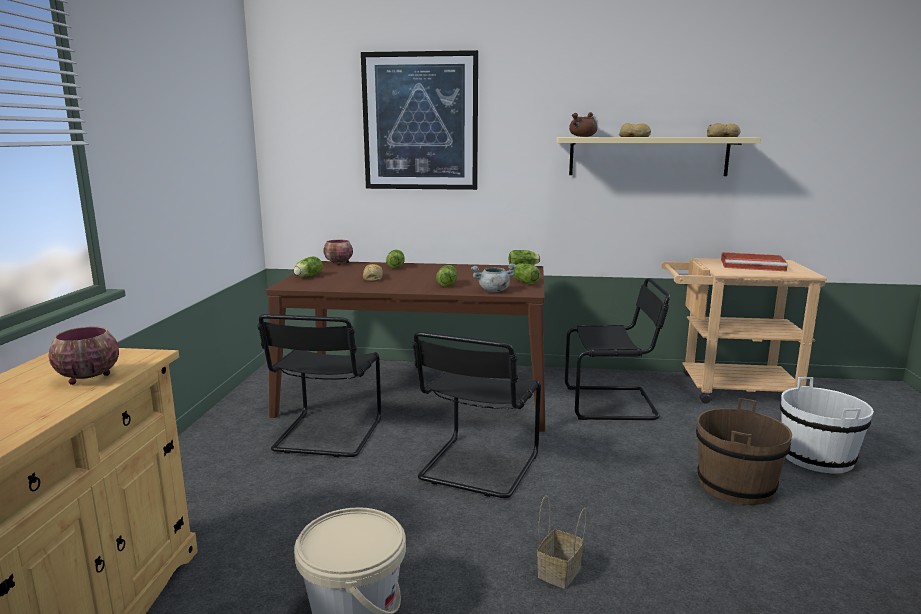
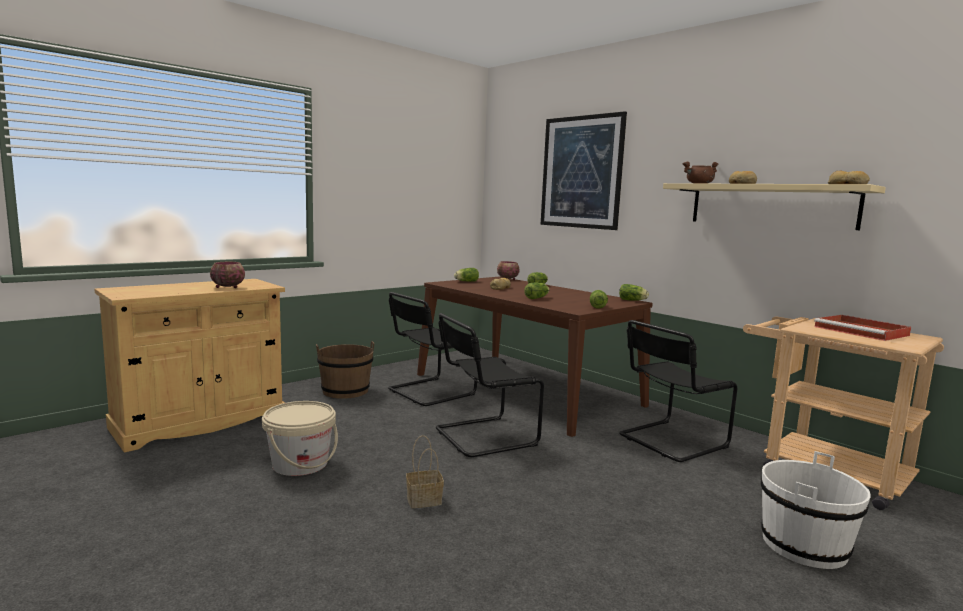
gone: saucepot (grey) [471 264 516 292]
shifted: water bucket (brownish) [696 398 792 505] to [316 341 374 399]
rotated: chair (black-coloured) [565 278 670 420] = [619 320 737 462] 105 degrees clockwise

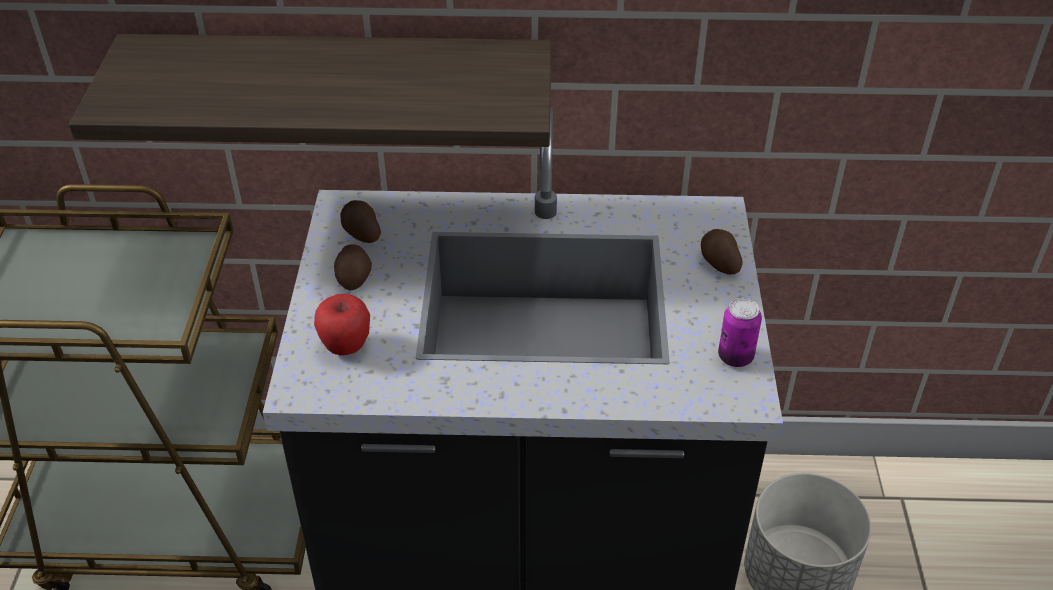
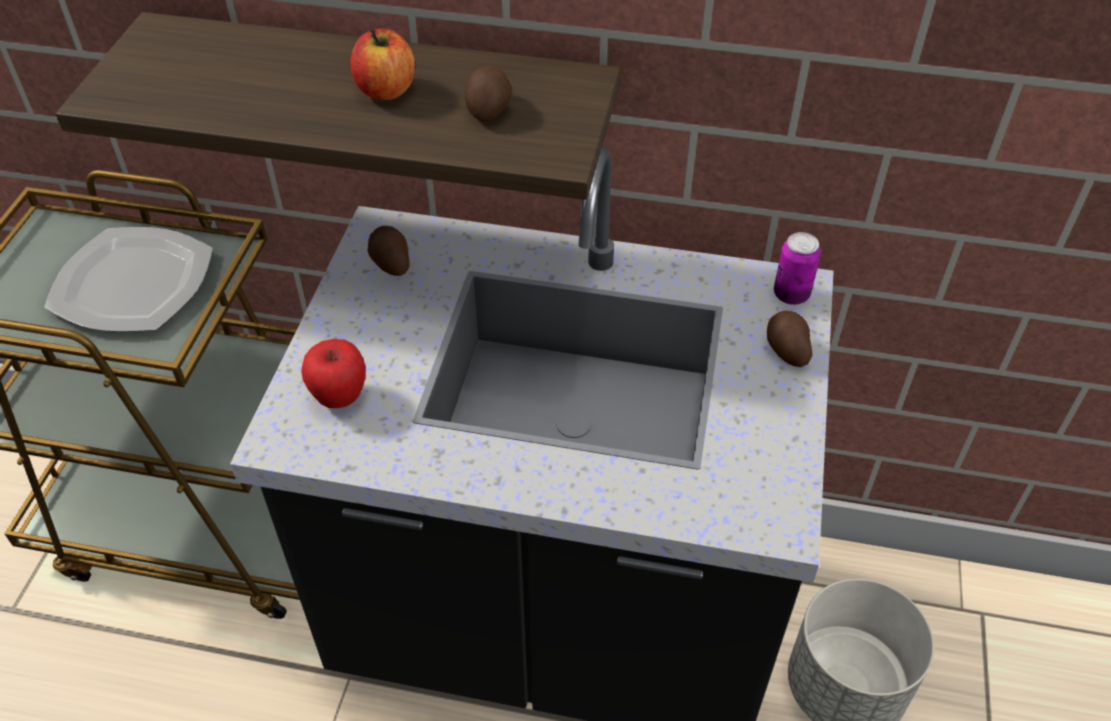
new: dinner plate [44 227 213 332]; apple fruit [350 28 415 100]
shifted: potato [334 244 372 291] to [465 66 512 121]; metal can [718 298 762 367] to [774 232 821 305]

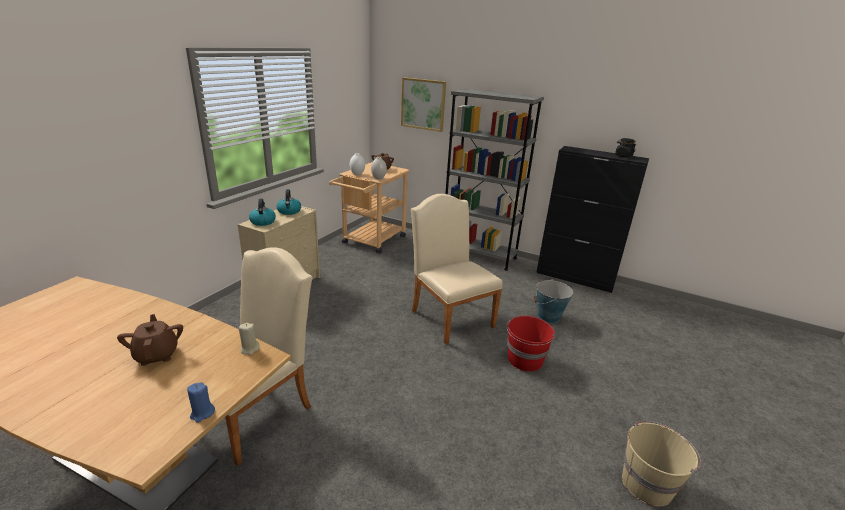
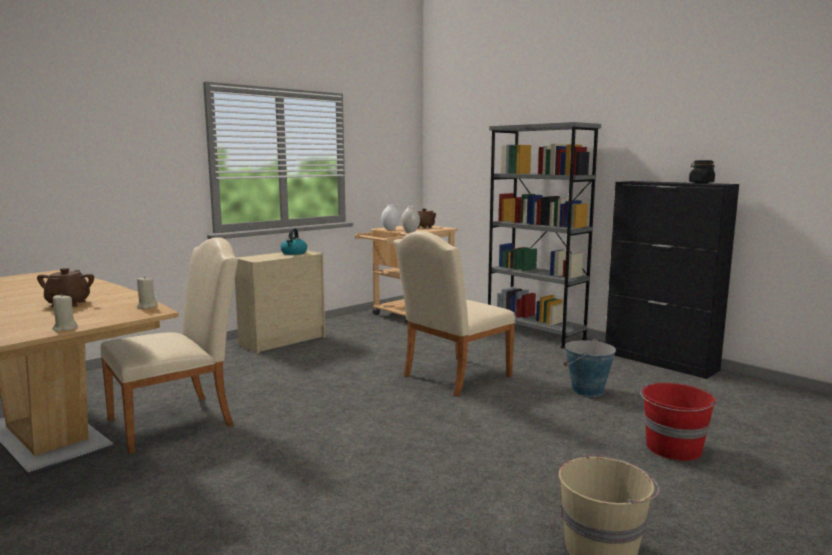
gone: kettle [249 199 276 226]; picture [401 78 446 132]
shifted: water bucket (reddish) [506 316 555 372] to [640 383 716 461]
repainted: wax light (blue) [187 382 215 423] to wax light (beige) [53 294 78 332]
rotated: chair (beige) [411 194 503 345] = [394 231 515 397] 120 degrees counterclockwise

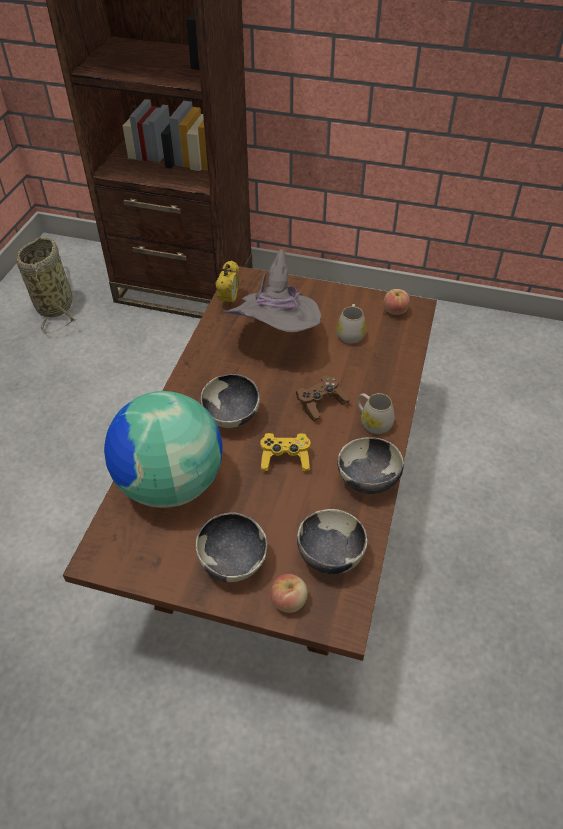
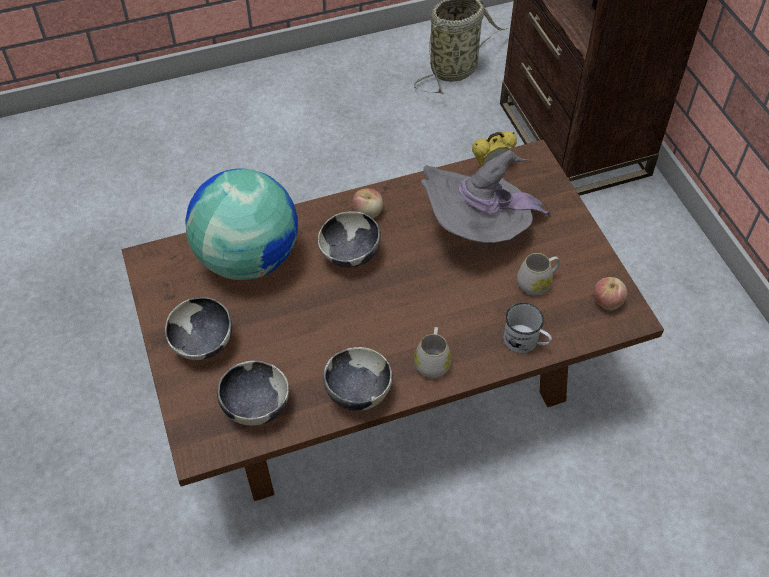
gone: joypad (yellow) [260 433 311 471]; joypad (brownish) [296 375 350 421]
new: tea mug (white) [504 303 552 353]
shifted: apple fruit [270 574 308 613] to [352 188 383 218]

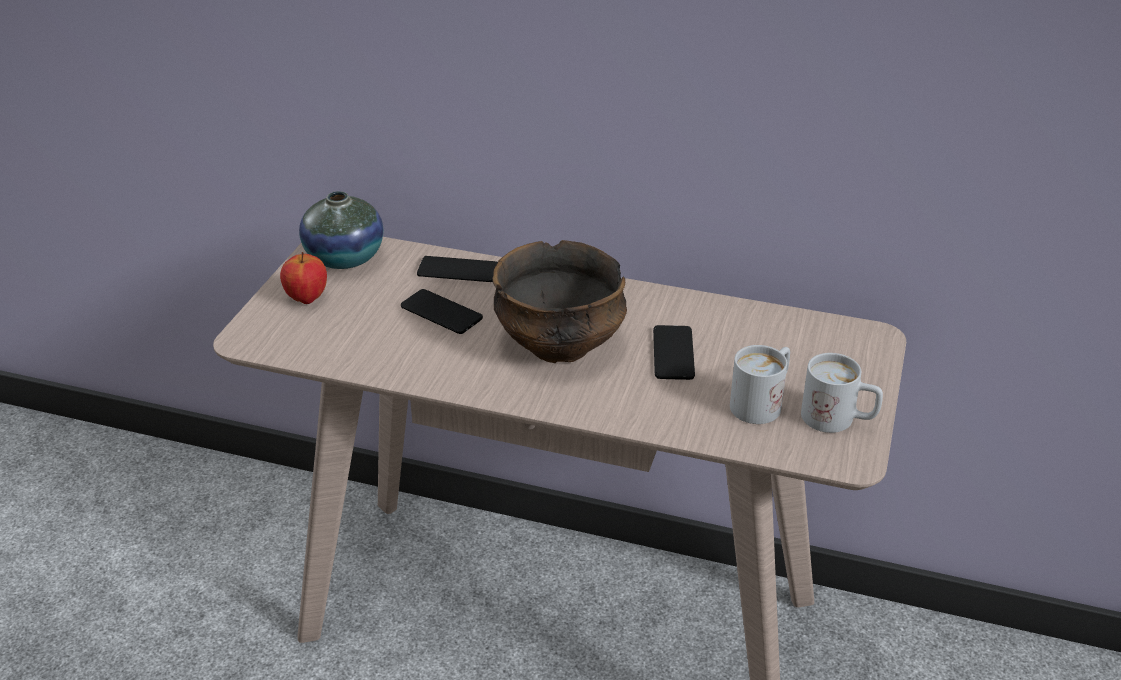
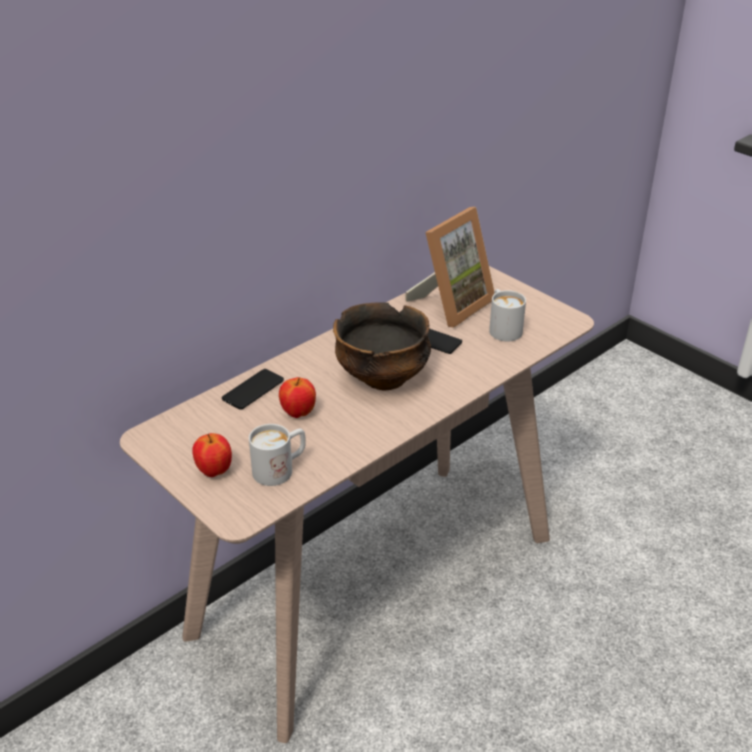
gone: flower vase [299 191 383 269]
new: picture frame [405 207 494 327]
shifted: tea mug (white) [801 353 883 433] to [249 424 306 486]
swapped: handset [401 289 483 334] to apple fruit [279 377 316 418]

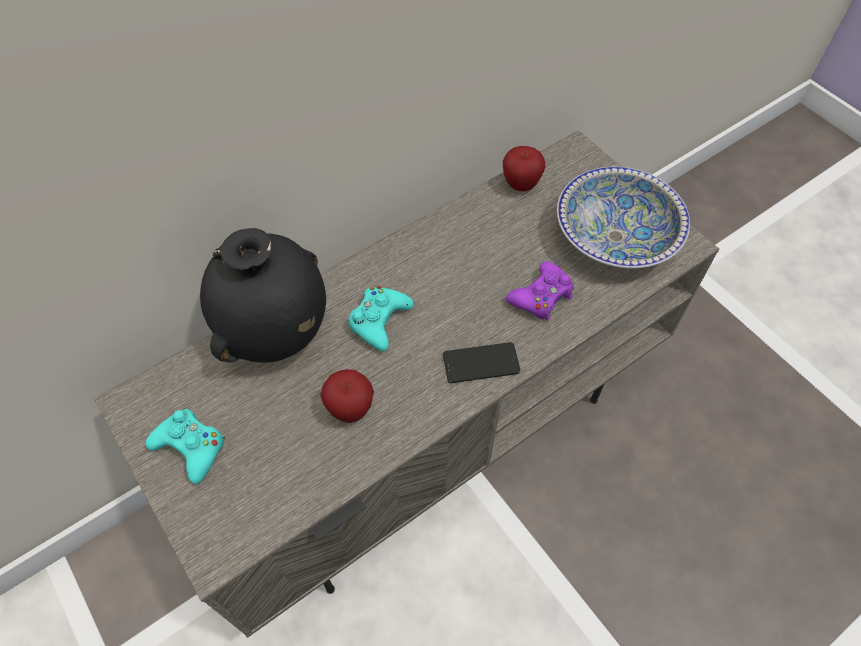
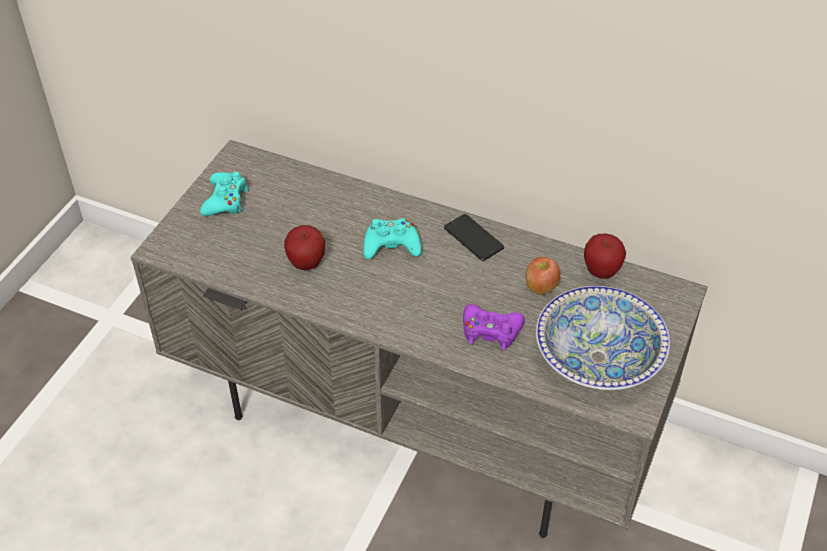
gone: flower vase (black-coloured) [200 228 326 363]
new: apple fruit [526 257 560 295]
shifted: handset [443 342 520 383] to [444 214 504 261]

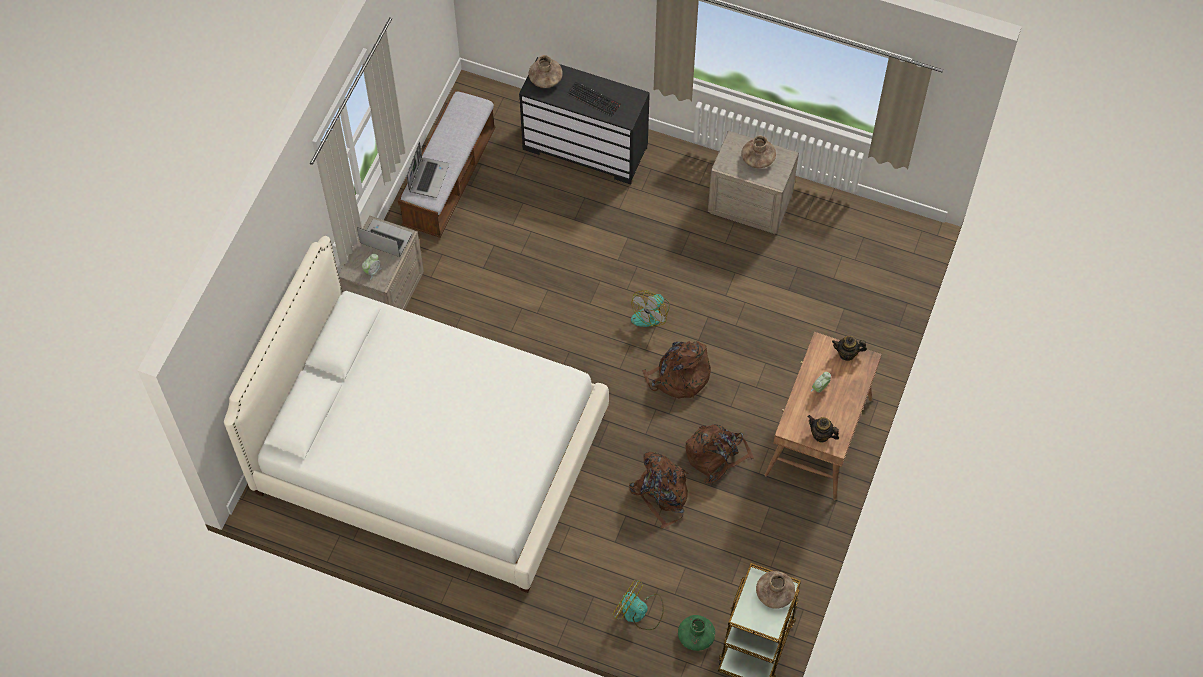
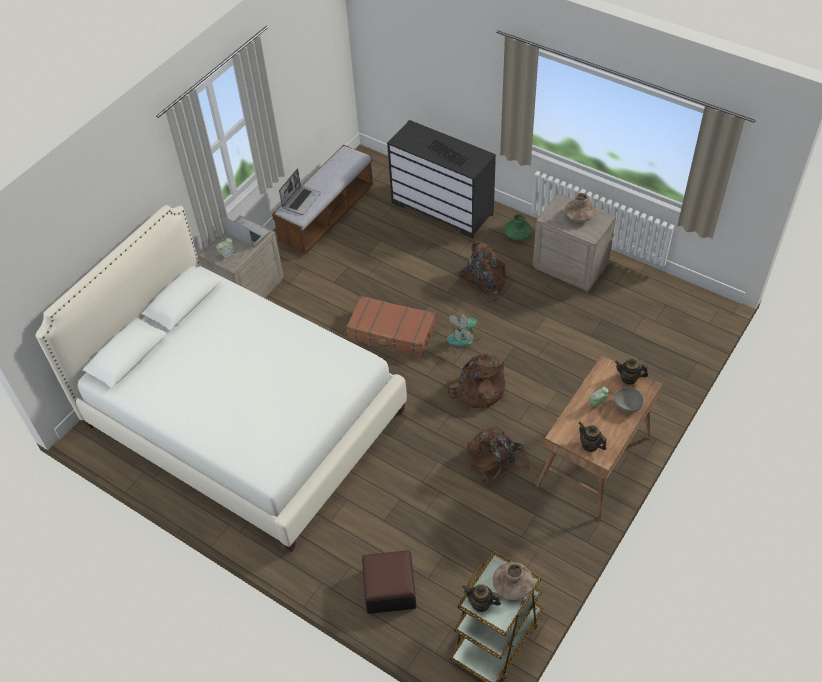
gone: flower vase (brownish) [529 55 563 88]
new: suitcase (brownish) [346 296 436 357]; tea pot [462 584 501 612]; serving bowl (grey) [614 387 644 413]
shifted: knapsack (brownish) [629 452 689 529] to [459 241 508 305]; flower vase (greenish) [678 615 715 651] to [504 214 532 241]
swapped: electric fan [613 580 664 630] to pouffe [362 550 416 614]

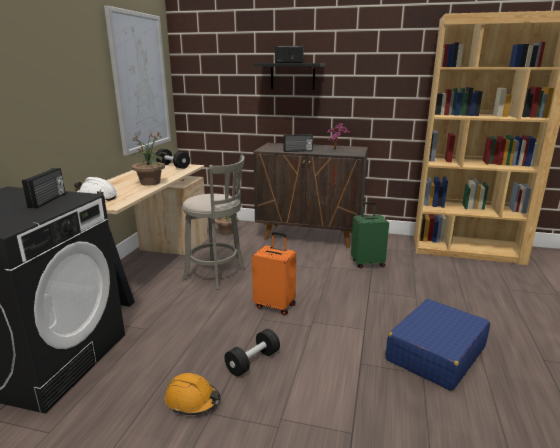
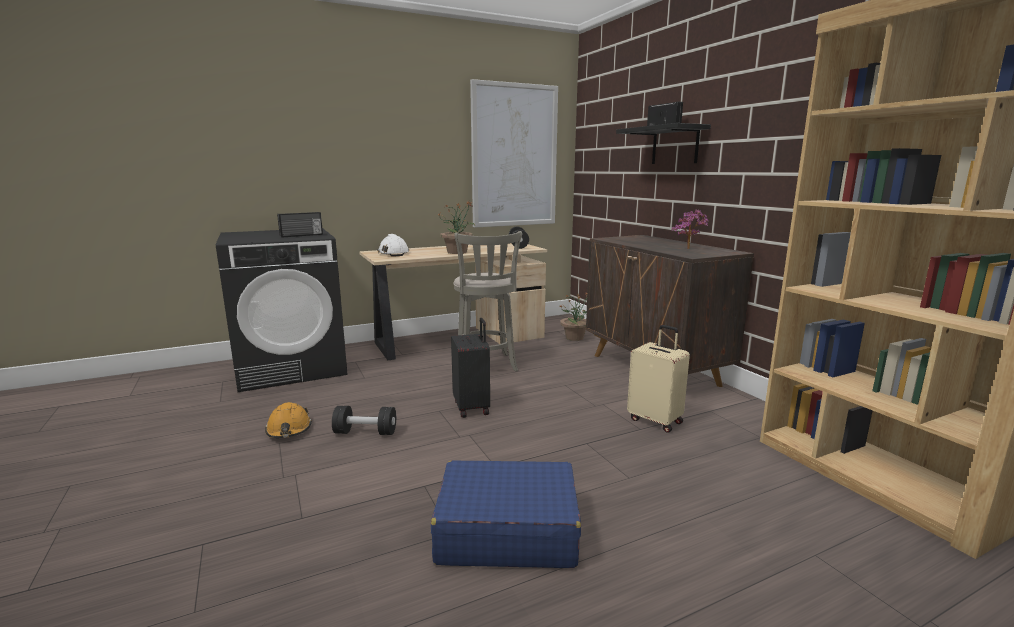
gone: radio set [283 134 313 152]
repainted: suitcase (orangey) [252 232 296 315] to suitcase (black-coloured) [451 318 490 418]; suitcase (greenish) [351 202 389 268] to suitcase (beige) [627 325 690 433]

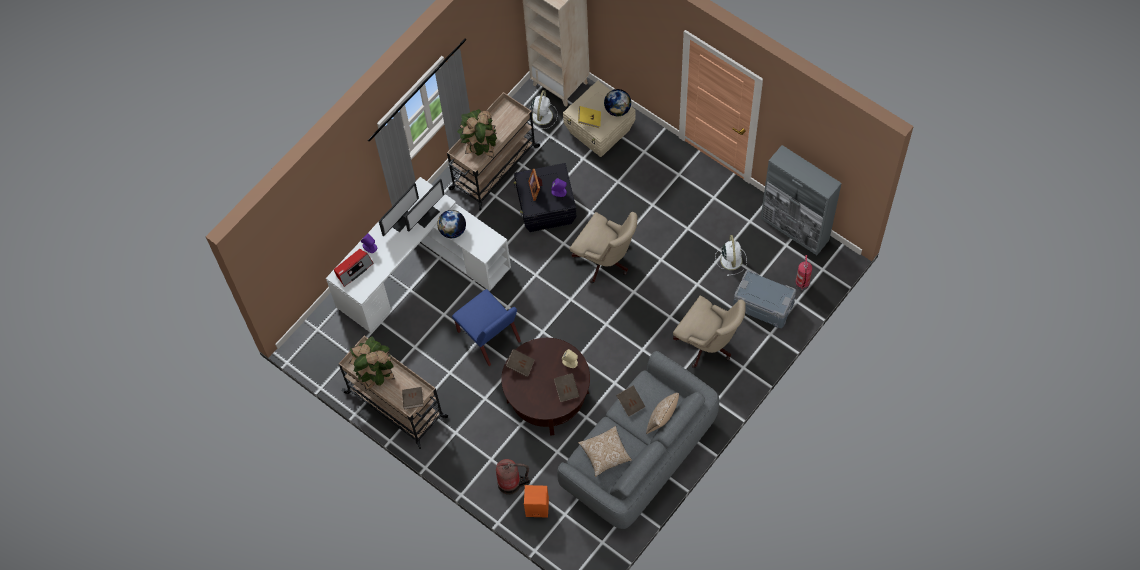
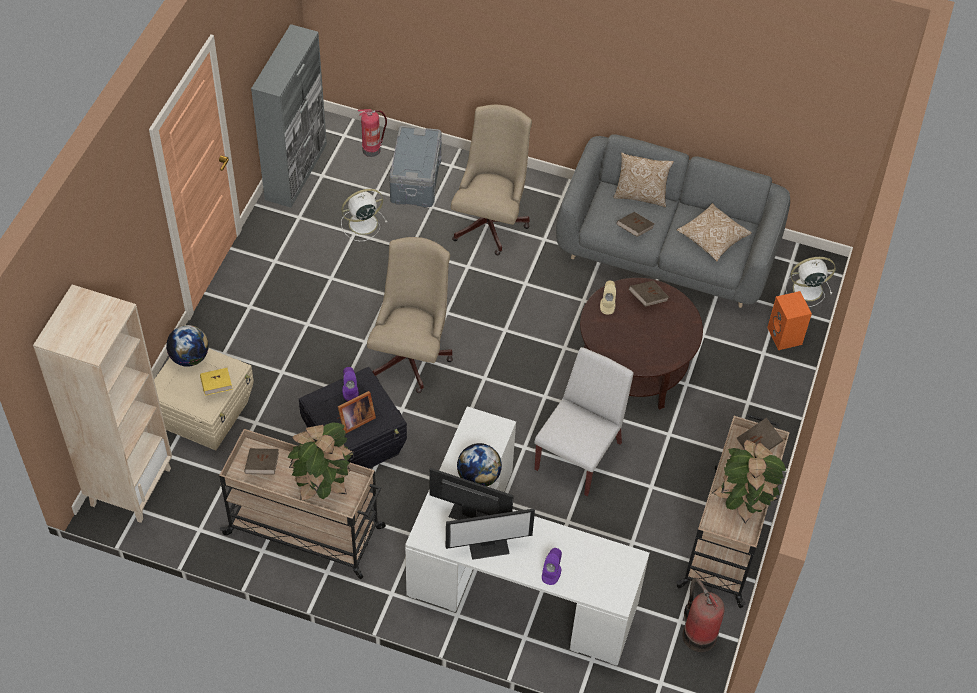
gone: radio set [334 249 373 287]
shifted: fire-fighting cylinder [496 459 530 495] to [682 578 725 652]; bound book (brownish) [506 349 535 377] to [244 448 279 475]; electric fan (white) [529 90 558 129] to [785 257 835 307]
repainted: chair (blue) [452 289 521 366] to chair (white) [534 347 634 496]
rotated: monitor [379 183 419 236] = [446 509 535 560] 150 degrees clockwise

